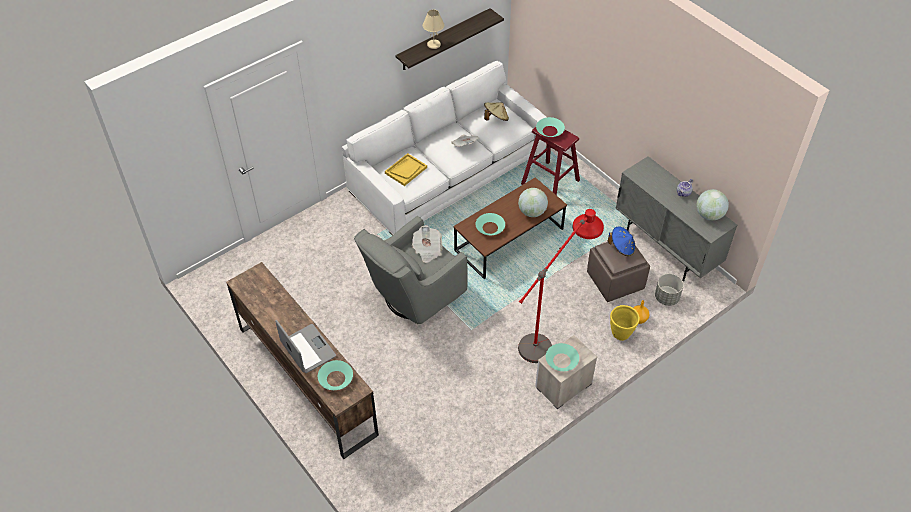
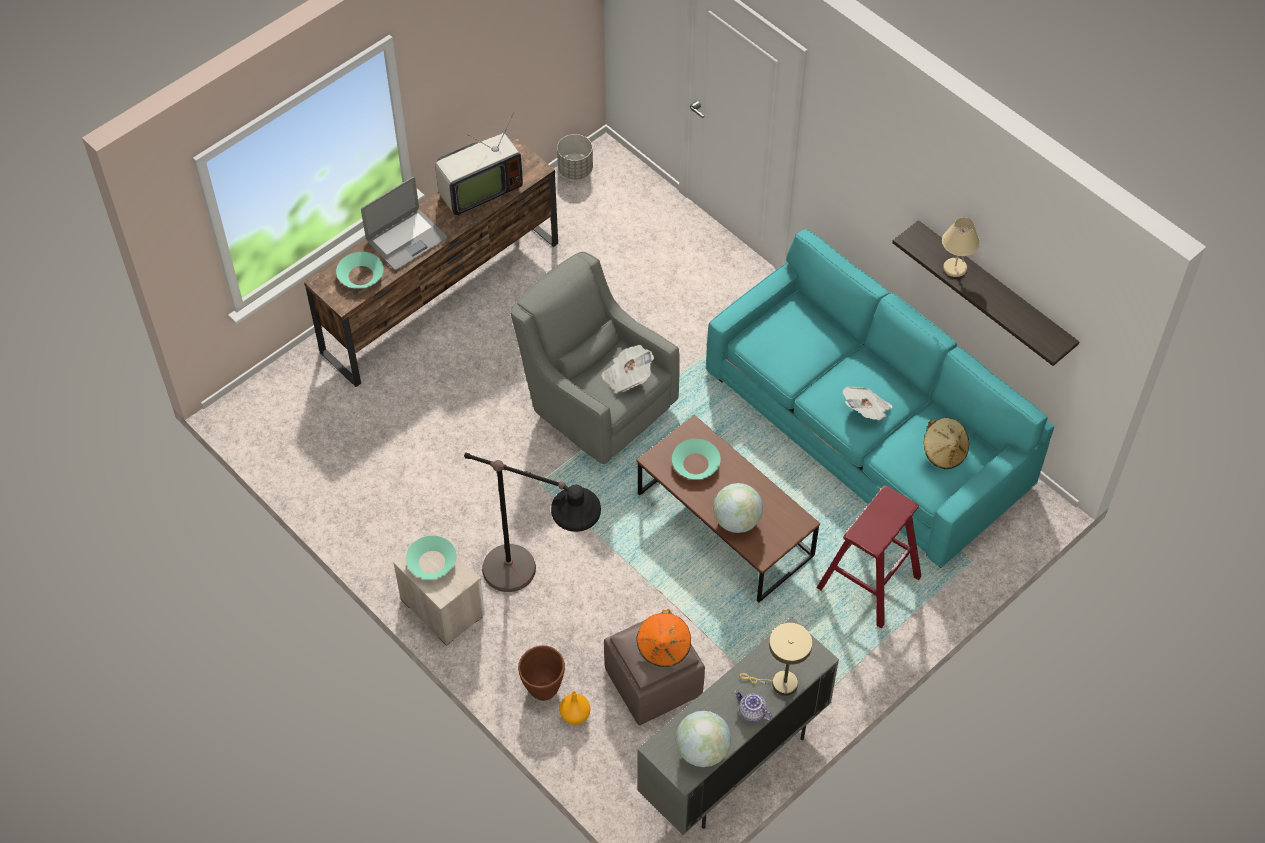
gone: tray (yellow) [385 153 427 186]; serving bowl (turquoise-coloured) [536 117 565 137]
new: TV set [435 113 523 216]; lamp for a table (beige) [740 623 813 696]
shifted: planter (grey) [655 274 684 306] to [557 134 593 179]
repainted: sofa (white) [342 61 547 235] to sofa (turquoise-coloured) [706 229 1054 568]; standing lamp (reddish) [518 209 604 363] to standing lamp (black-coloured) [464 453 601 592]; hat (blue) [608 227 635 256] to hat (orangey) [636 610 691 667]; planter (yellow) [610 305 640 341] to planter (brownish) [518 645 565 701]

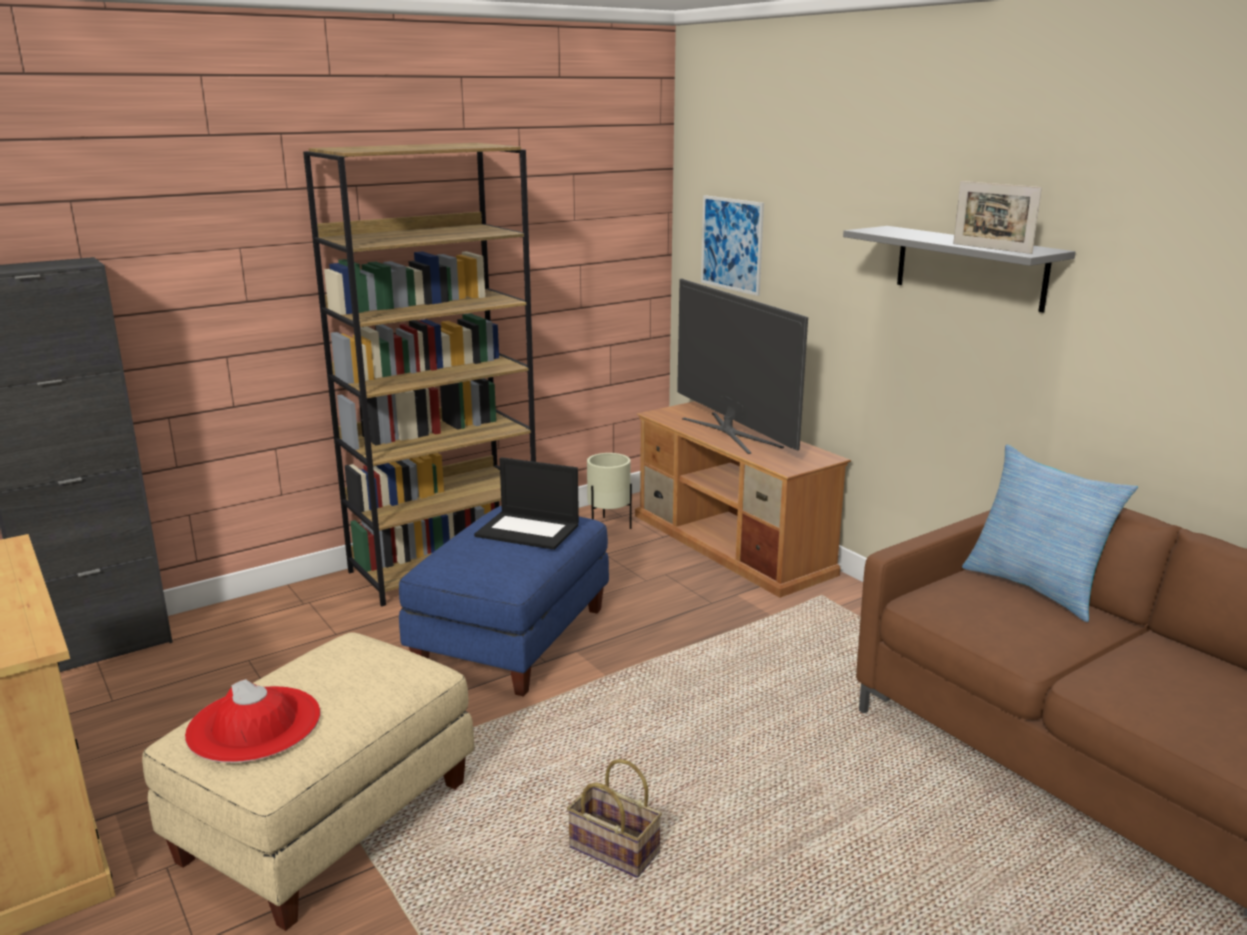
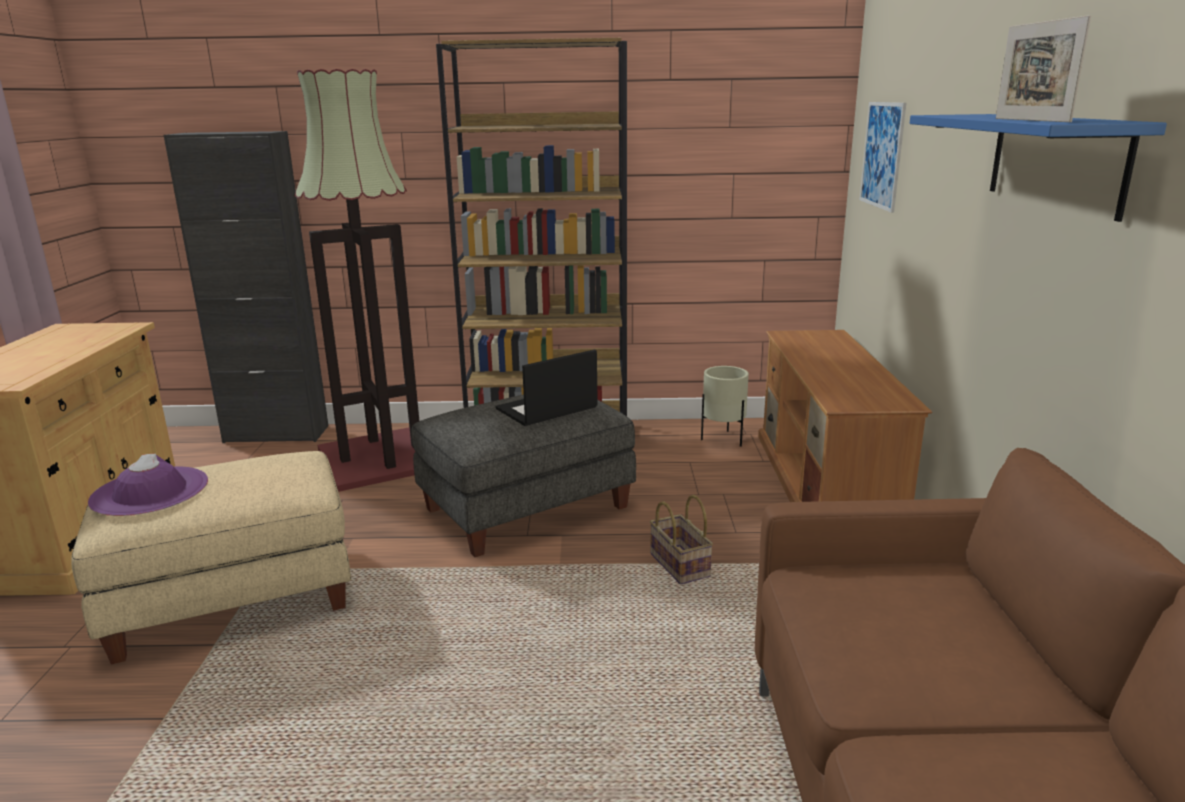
gone: TV set [677 278 808 454]; pillow [962 444 1138 622]
new: standing lamp [294 69 419 492]
shifted: basket [567 759 662 878] to [650 495 713 584]
repainted: hat (reddish) [185 679 320 763] to hat (purple) [88 454 208 516]; pouffe (blue) [399 506 609 697] to pouffe (grey) [412 394 636 557]; bracket shelf (grey) [843 226 1076 312] to bracket shelf (blue) [910 114 1167 222]
rotated: laptop [474 457 579 550] = [495 349 598 426] 90 degrees clockwise

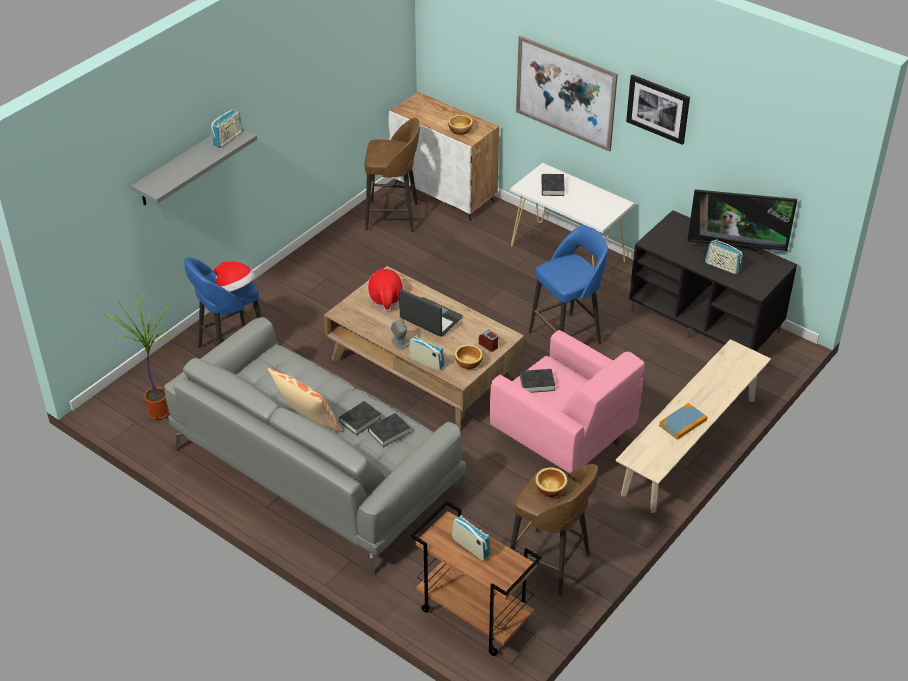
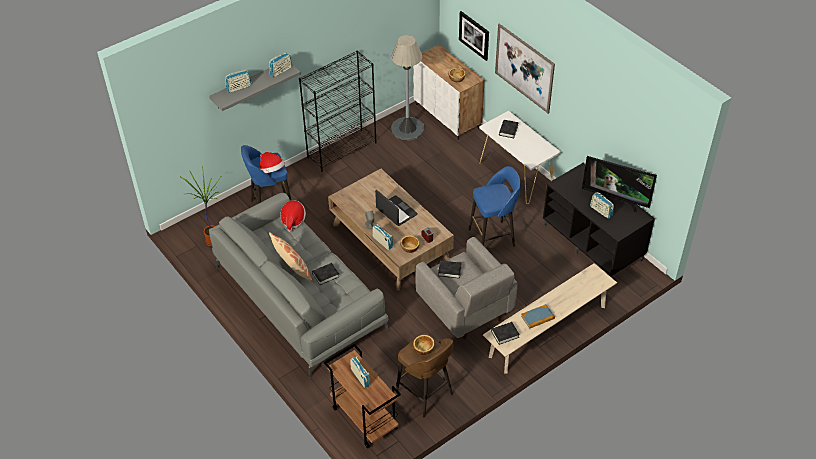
new: radio set [225 70 252 93]; bookcase (black-coloured) [299 50 377 172]
shifted: hat [367 269 404 313] to [280 200 306 232]; bound book (black-coloured) [368 413 410 447] to [491 322 520 345]; picture [626 74 690 145] to [459 11 489 61]
swapped: stool (brownish) [364 118 420 232] to standing lamp (grey) [391 35 424 140]
repainted: armchair (pinkish) [490 330 645 473] to armchair (grey) [415 237 518 340]

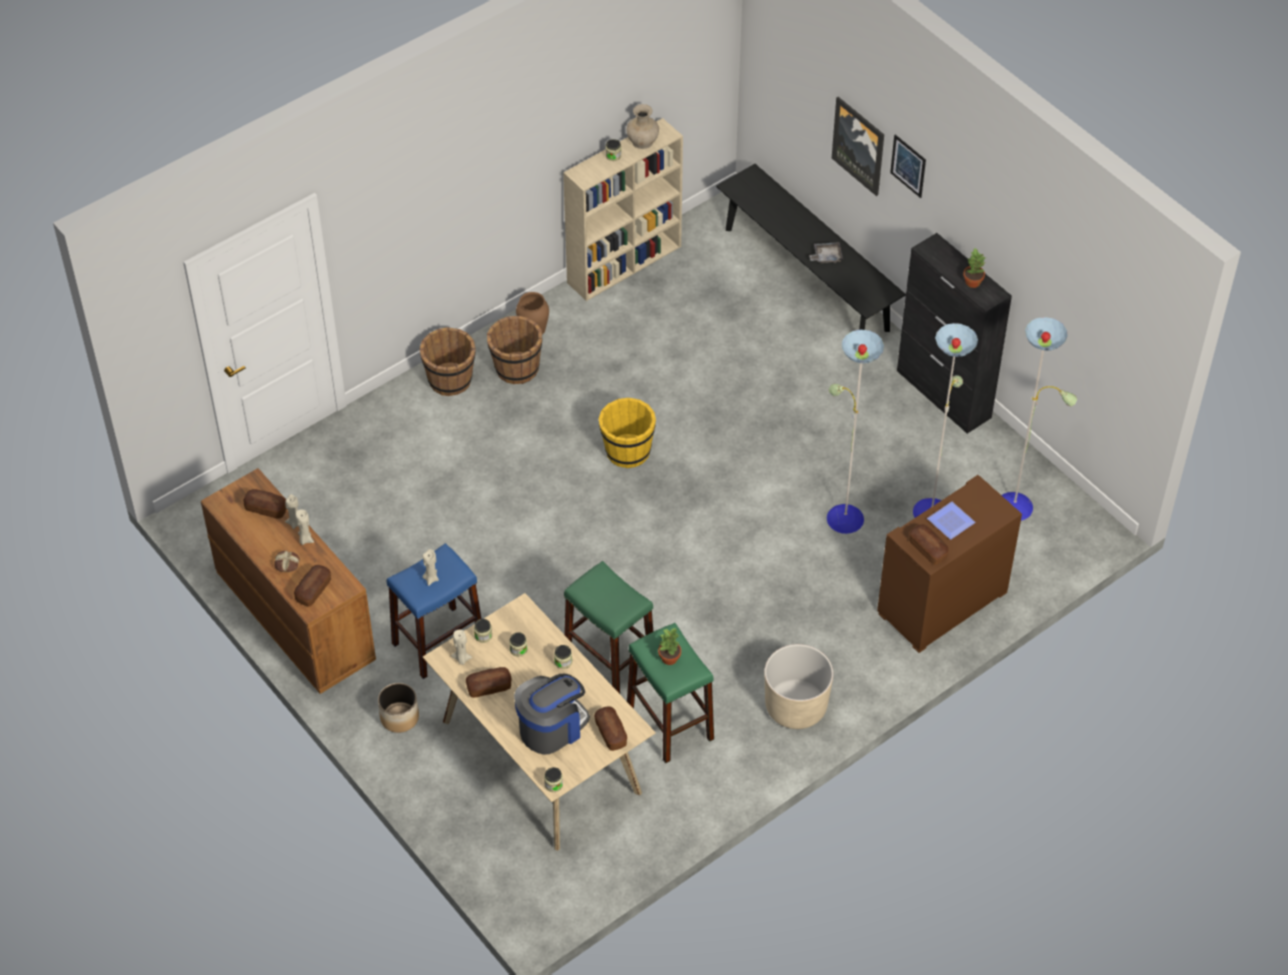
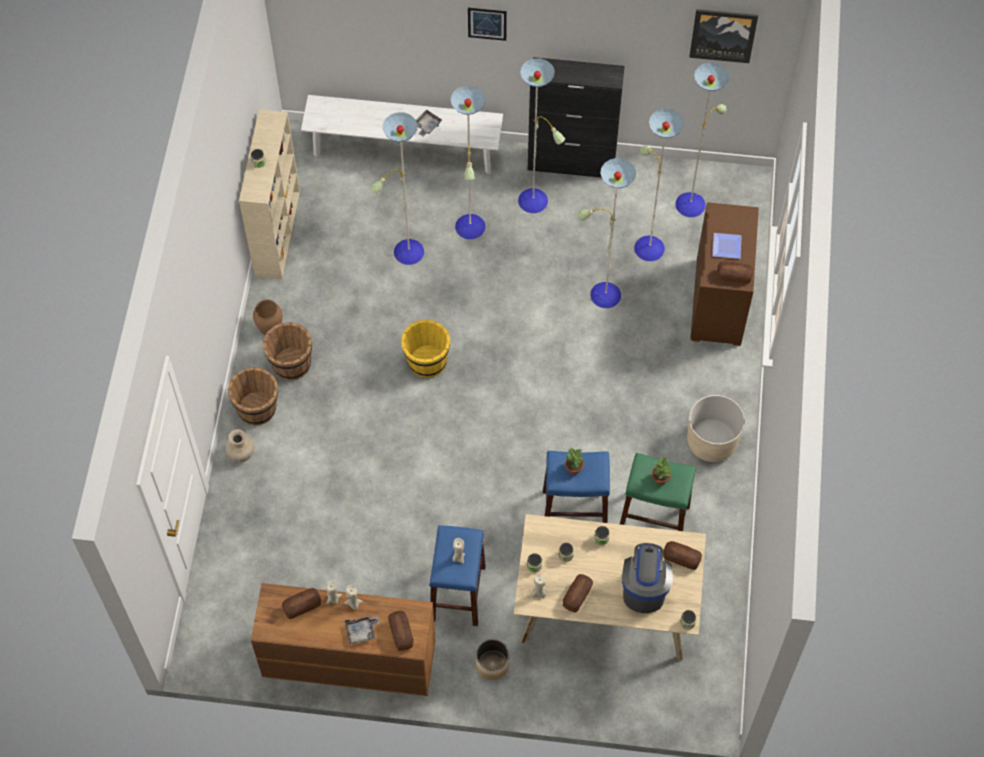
new: standing lamp [370 58 565 265]
shifted: flower vase (beige) [626 104 659 149] to [225 429 255 462]; picture [832 97 884 196] to [689 9 758 63]; plant in a pot [963 248 986 288] to [565 448 584 474]
swapped: baked bread [274 551 300 572] to tray (grey) [345 616 380 644]
repainted: stool (greenish) [564 561 653 694] to stool (blue) [543 451 610 523]; indoor bench (black-coloured) [716 164 906 332] to indoor bench (white) [301 95 503 174]

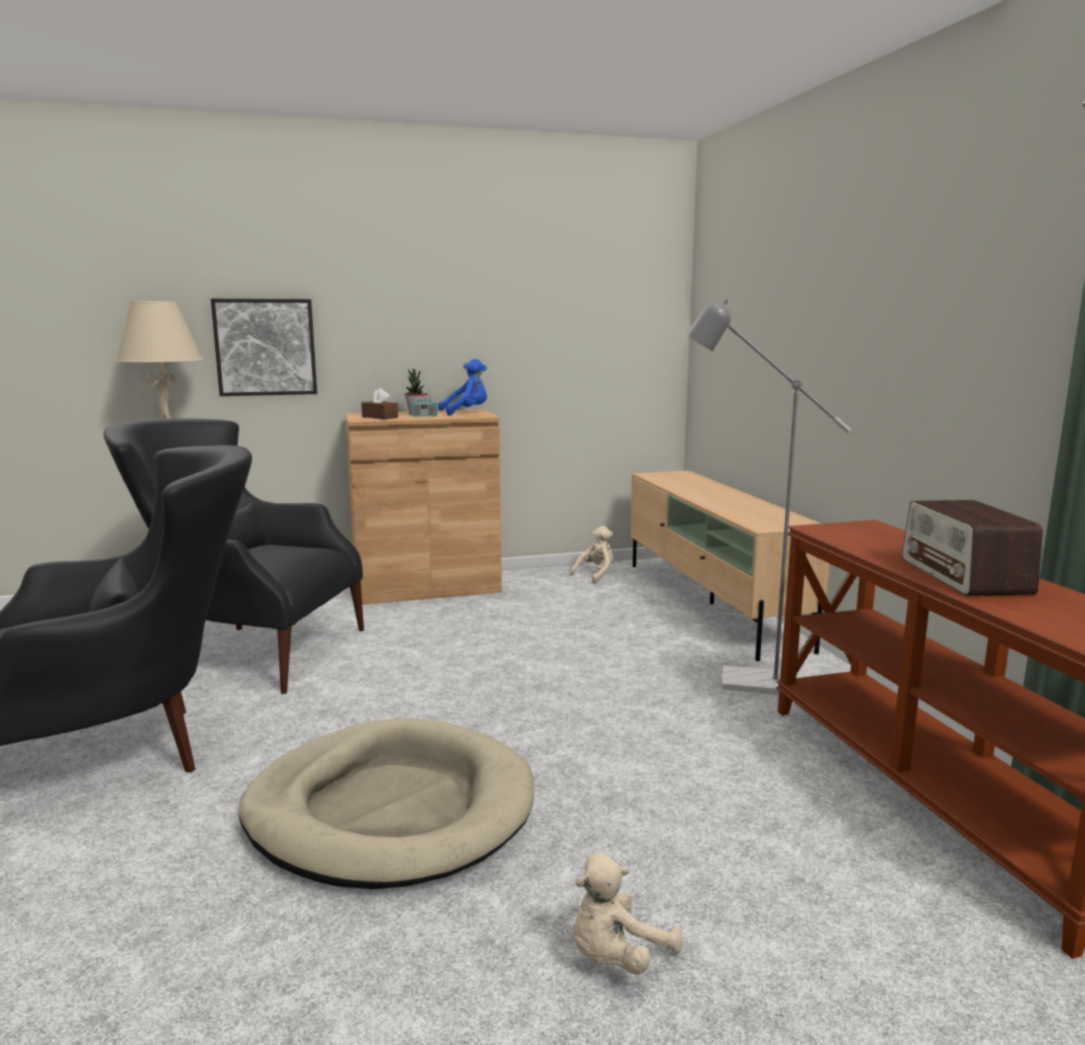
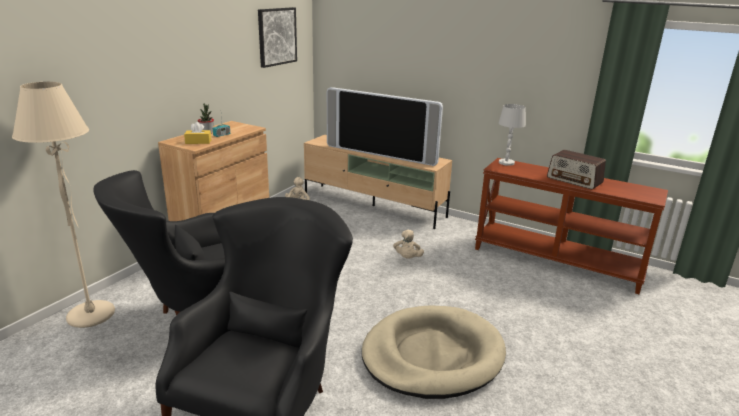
gone: soft toy (blue) [438 359 487 416]; standing lamp (grey) [686 299 851 695]
new: TV set [327 87 443 166]; lamp for a table (white) [499 104 526 166]
shifted: picture [211 299 317 396] to [258 7 297 68]; soft toy (beige) [574 853 682 975] to [393 230 424 258]
repainted: tissue box (brownish) [361 388 398 419] to tissue box (yellow) [184 122 211 144]

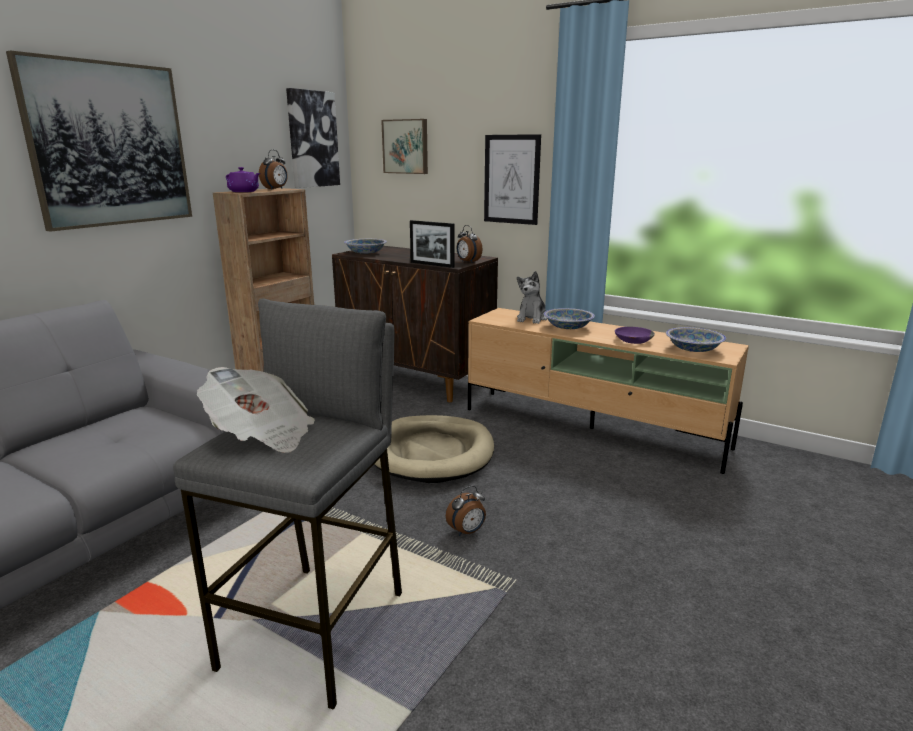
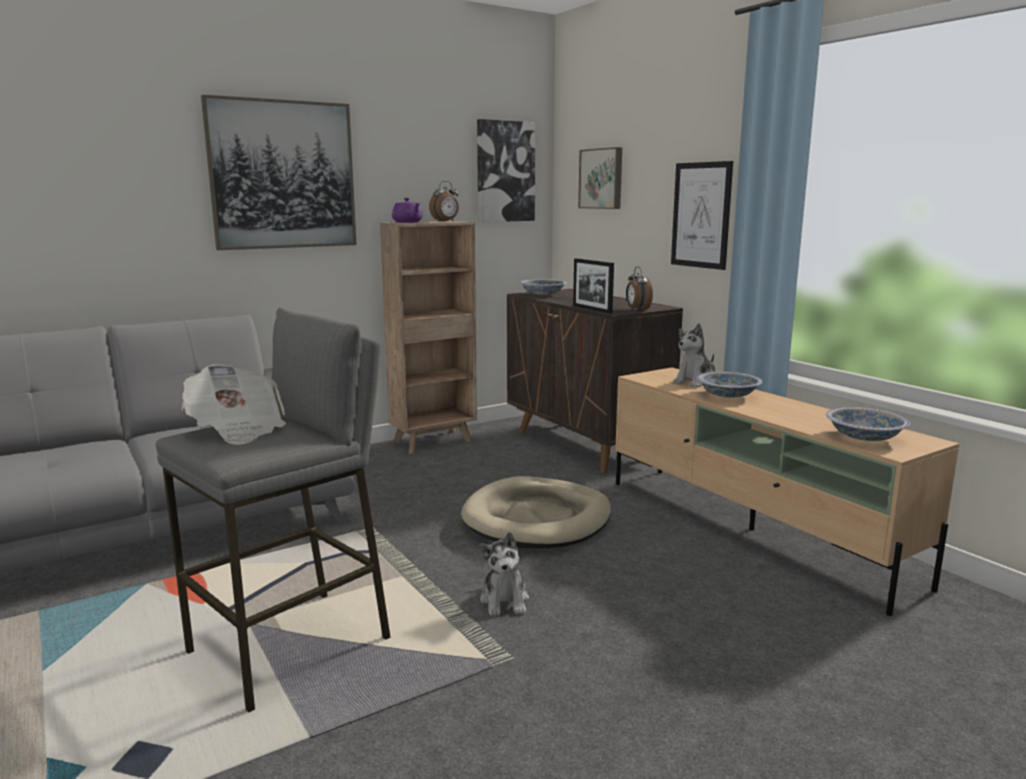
gone: serving bowl (purple) [615 327 655 344]
swapped: table clock [446 486 486 536] to soft toy [480 532 529 616]

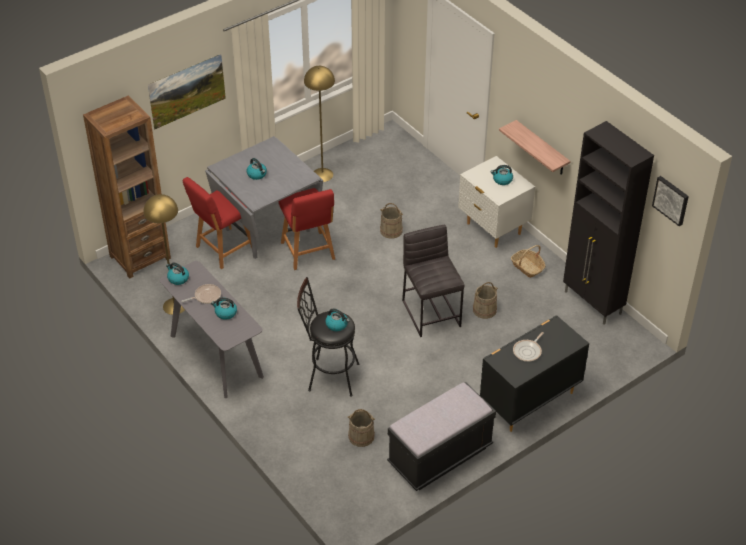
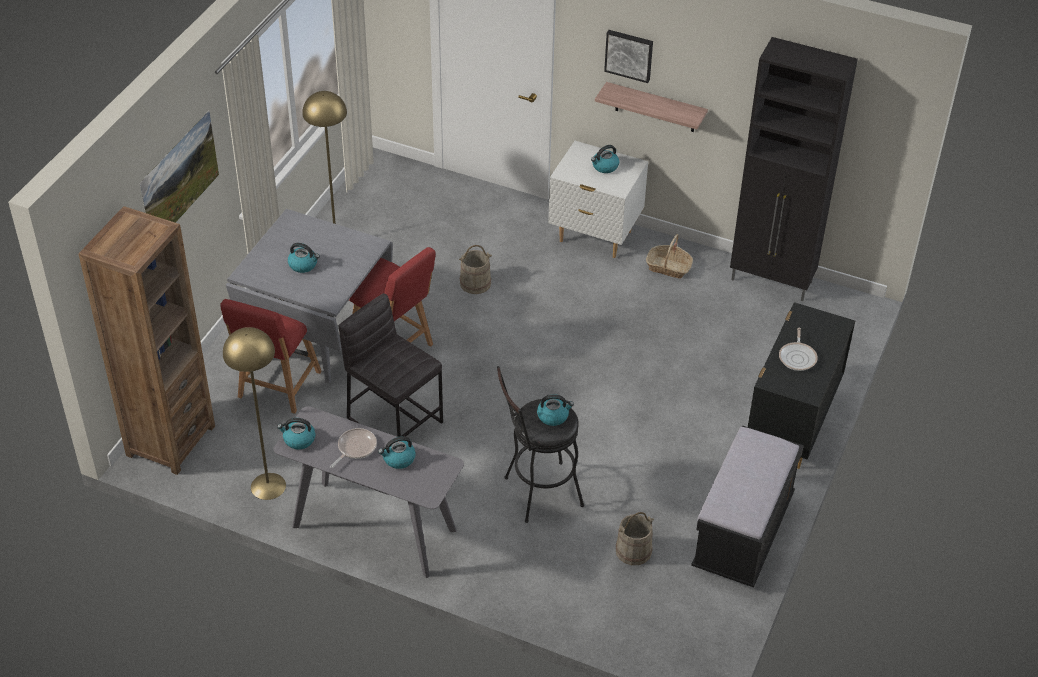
gone: water bucket (beige) [473 282 498 319]
shifted: stool (grey) [402 225 464 337] to [339 293 443 437]; picture [652 176 689 226] to [604 30 653 83]

